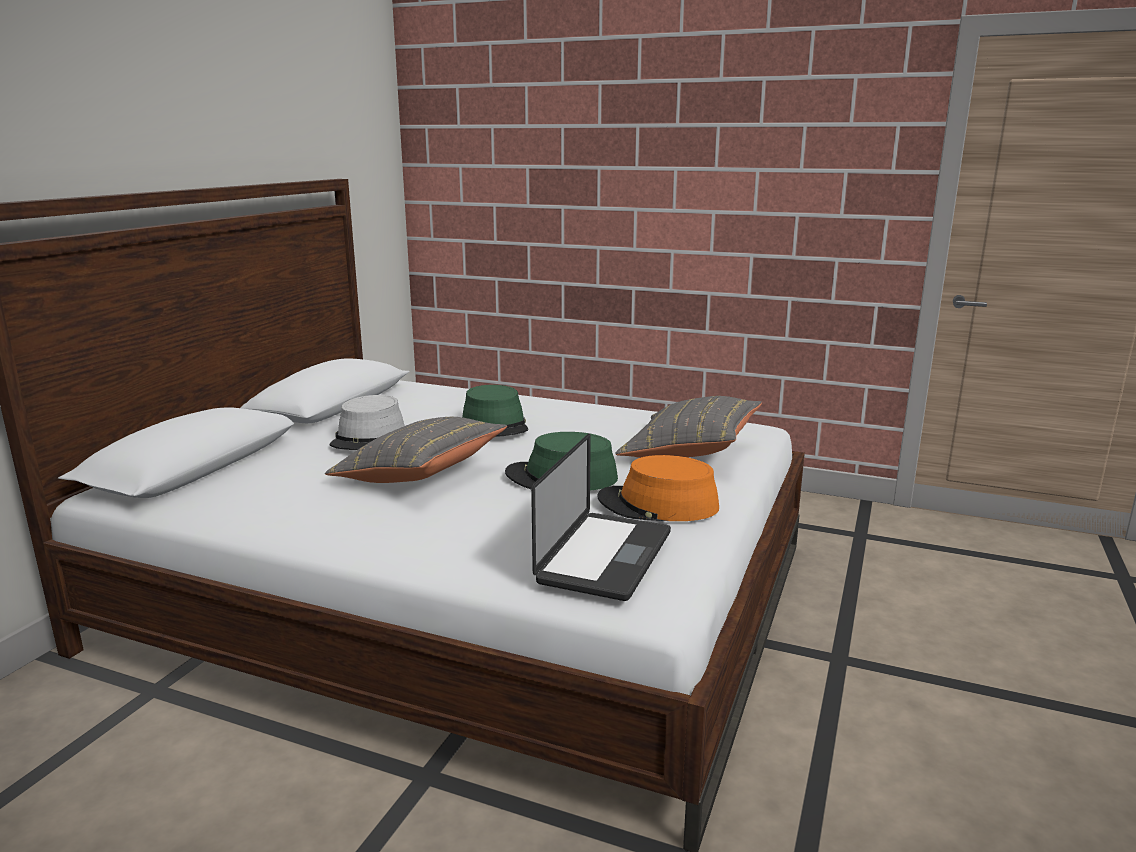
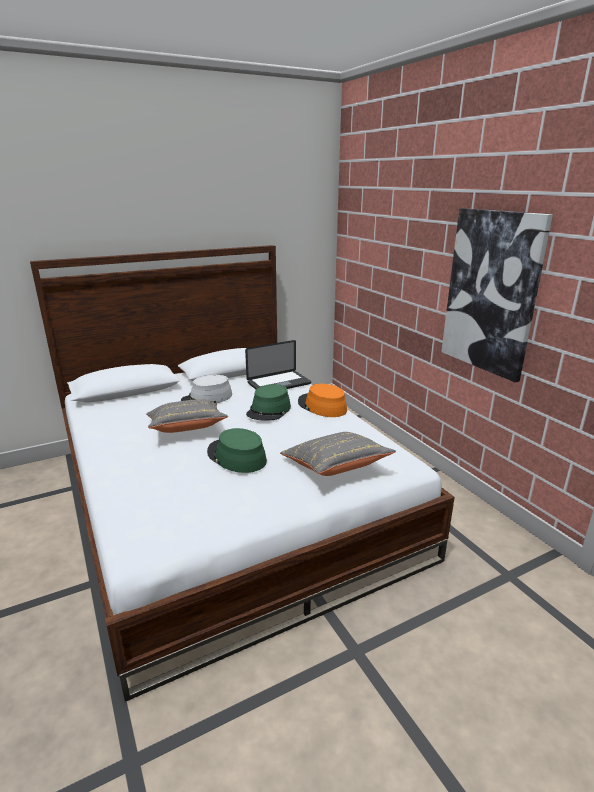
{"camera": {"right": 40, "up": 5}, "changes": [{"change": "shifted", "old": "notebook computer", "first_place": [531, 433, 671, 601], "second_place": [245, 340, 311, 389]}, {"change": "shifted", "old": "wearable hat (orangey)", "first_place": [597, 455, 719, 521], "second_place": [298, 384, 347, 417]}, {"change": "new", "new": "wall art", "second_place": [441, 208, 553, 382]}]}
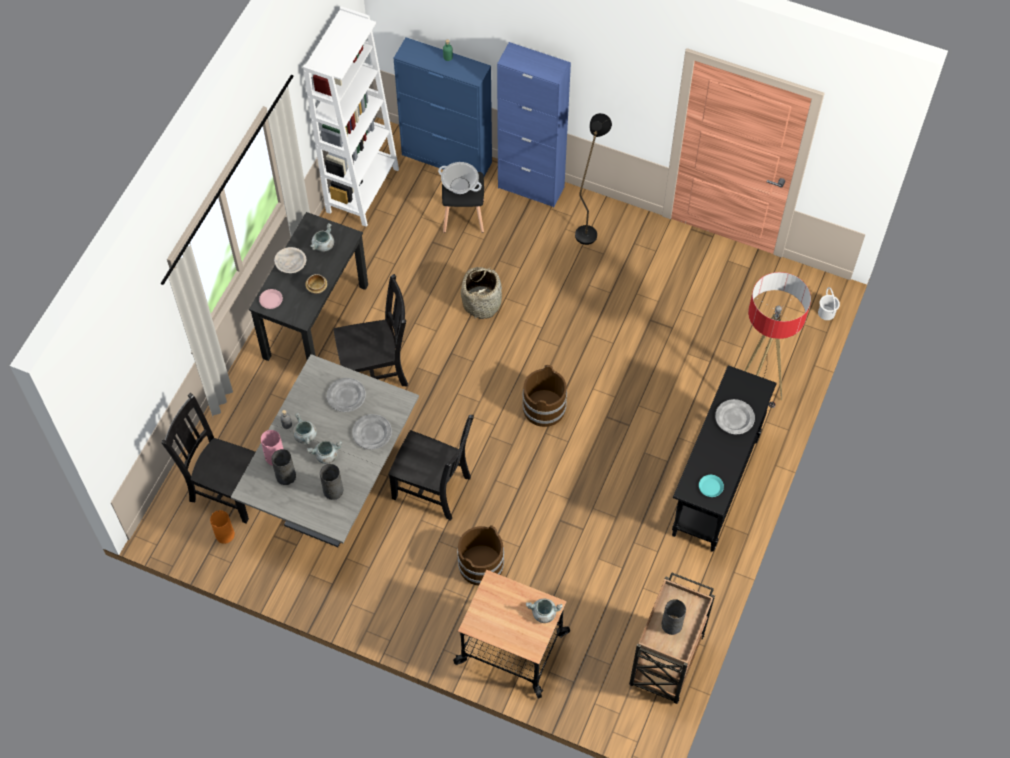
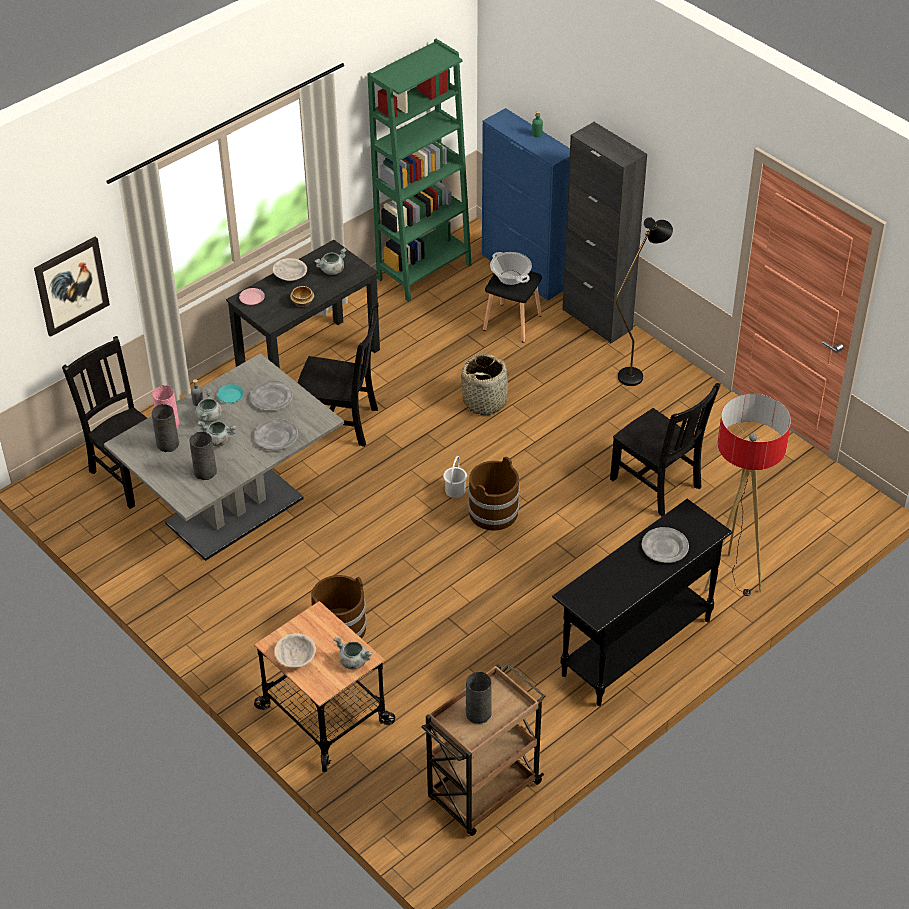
{"camera": {"right": 25, "up": -15}, "changes": [{"change": "new", "new": "wall art", "second_place": [34, 236, 110, 337]}, {"change": "shifted", "old": "plate (blue-green)", "first_place": [699, 475, 724, 497], "second_place": [217, 384, 244, 403]}, {"change": "new", "new": "bowl (beige)", "second_place": [274, 633, 316, 668]}, {"change": "repainted", "old": "shelving unit (white-coloured)", "new": "shelving unit (green-coloured)", "first_place": [303, 6, 399, 227], "second_place": [368, 39, 471, 302]}, {"change": "shifted", "old": "pail (white-coloured)", "first_place": [818, 287, 840, 320], "second_place": [443, 456, 467, 498]}, {"change": "repainted", "old": "storage cabinet (blue-coloured)", "new": "storage cabinet (black-coloured)", "first_place": [497, 42, 571, 207], "second_place": [562, 122, 647, 343]}, {"change": "shifted", "old": "chair (black-coloured)", "first_place": [388, 415, 474, 520], "second_place": [610, 383, 721, 517]}, {"change": "gone", "old": "decorative vase (orangey)", "first_place": [210, 510, 235, 544]}]}
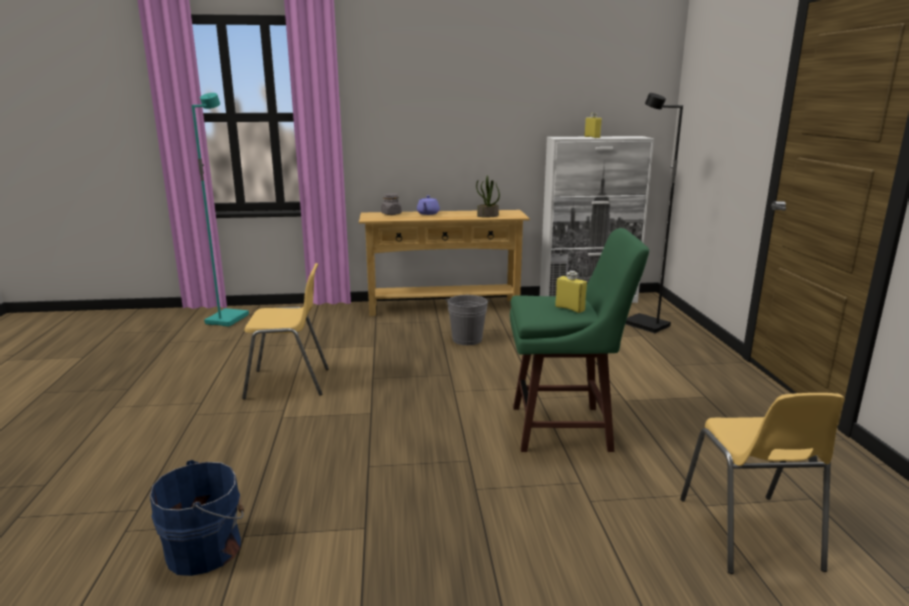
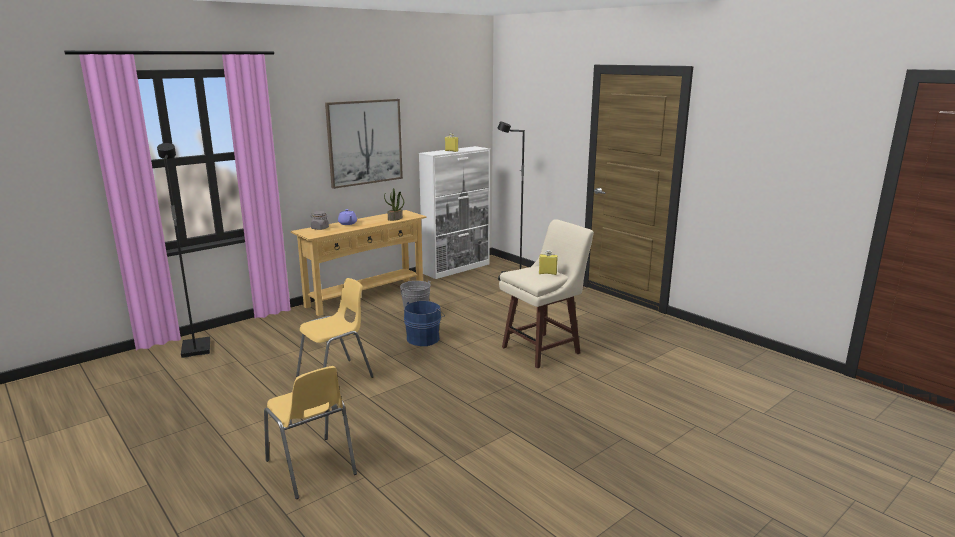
{"camera": {"right": -35, "up": 0}, "changes": [{"change": "repainted", "old": "standard lamp (blue-green)", "new": "standard lamp (black-coloured)", "first_place": [192, 93, 249, 327], "second_place": [157, 143, 210, 358]}, {"change": "shifted", "old": "chair (yellow-coloured)", "first_place": [680, 393, 845, 574], "second_place": [264, 366, 357, 499]}, {"change": "new", "new": "wall art", "second_place": [325, 99, 403, 189]}, {"change": "shifted", "old": "pail (blue-coloured)", "first_place": [150, 460, 244, 576], "second_place": [404, 301, 445, 346]}, {"change": "repainted", "old": "stool (green-coloured)", "new": "stool (beige)", "first_place": [510, 228, 649, 452], "second_place": [499, 219, 594, 368]}]}
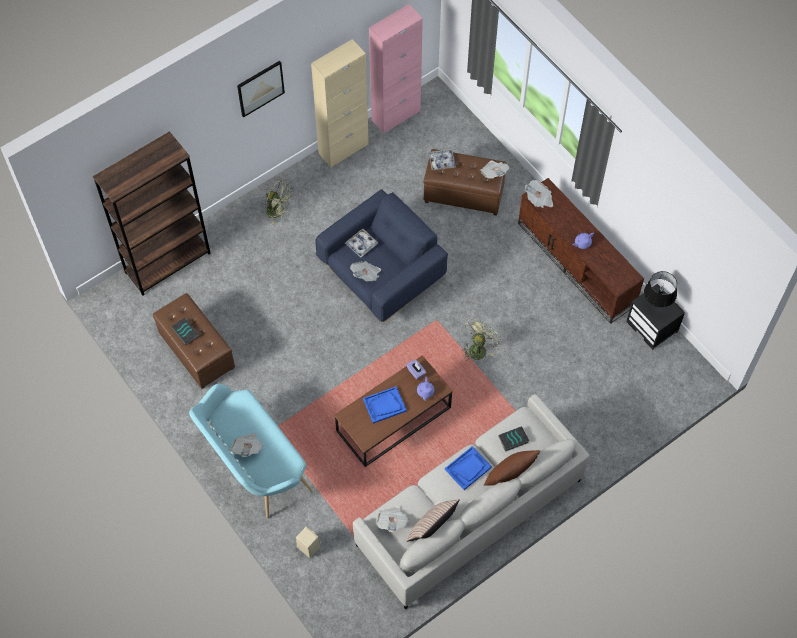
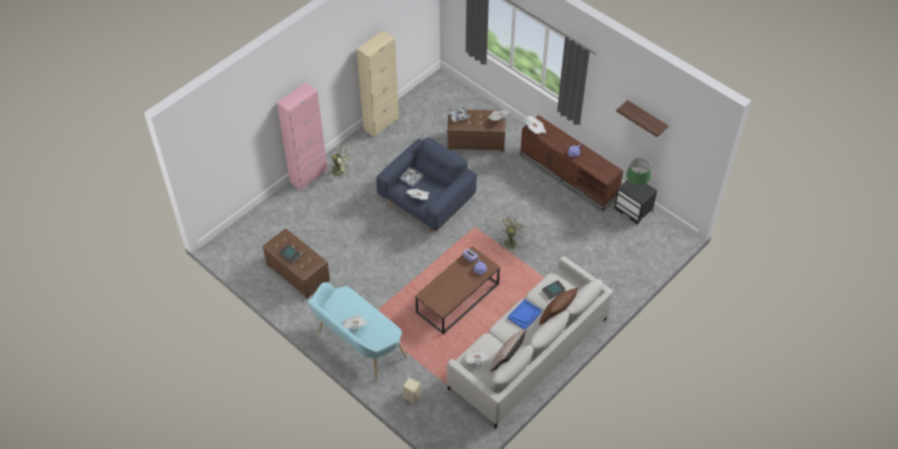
{"camera": {"right": -10, "up": -10}, "changes": [{"change": "shifted", "old": "storage cabinet (pinkish)", "first_place": [369, 4, 423, 133], "second_place": [277, 82, 327, 190]}, {"change": "new", "new": "shelf", "second_place": [616, 100, 668, 137]}, {"change": "repainted", "old": "tabletop lamp (black-coloured)", "new": "tabletop lamp (green-coloured)", "first_place": [644, 271, 677, 307], "second_place": [626, 158, 651, 186]}, {"change": "gone", "old": "shelving unit (brownish)", "first_place": [93, 131, 211, 296]}, {"change": "gone", "old": "wall art", "first_place": [237, 61, 285, 118]}, {"change": "gone", "old": "tray (blue-coloured)", "first_place": [363, 386, 407, 424]}]}
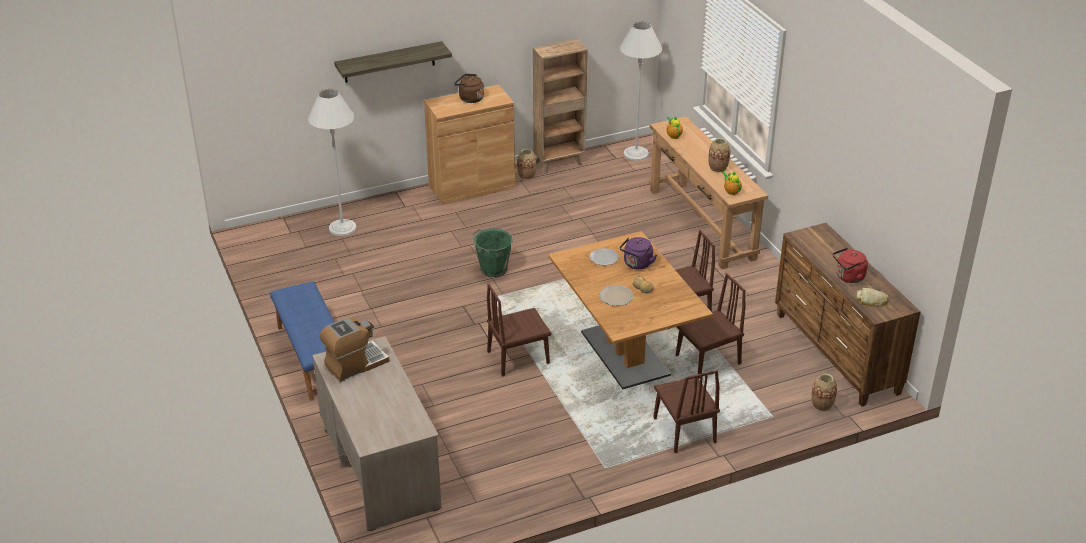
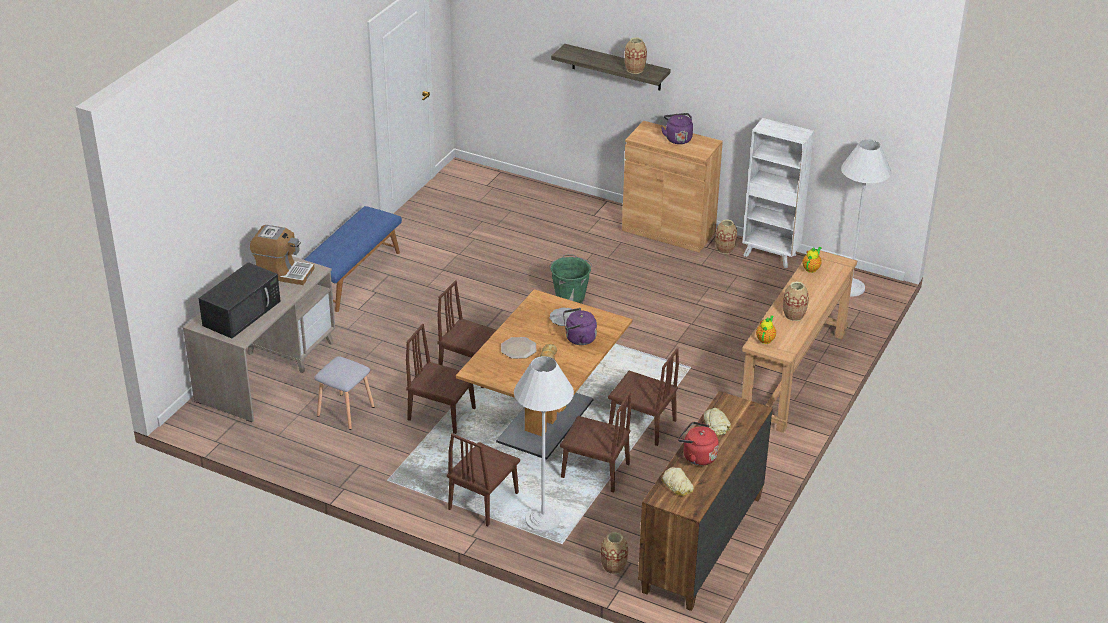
{"camera": {"right": 50, "up": 0}, "changes": [{"change": "new", "new": "microwave oven (black-coloured)", "second_place": [199, 262, 281, 338]}, {"change": "new", "new": "stool (greyish)", "second_place": [314, 356, 375, 430]}, {"change": "new", "new": "chair (brownish)", "second_place": [406, 324, 476, 434]}, {"change": "shifted", "old": "standard lamp (white-coloured)", "first_place": [308, 89, 357, 236], "second_place": [514, 356, 574, 532]}, {"change": "new", "new": "decorative vase", "second_place": [625, 37, 647, 74]}, {"change": "repainted", "old": "kettle (brownish)", "new": "kettle (purplish)", "first_place": [454, 74, 484, 103], "second_place": [661, 113, 693, 144]}, {"change": "new", "new": "bakery bread", "second_place": [704, 408, 731, 435]}, {"change": "repainted", "old": "shelving unit (brownish)", "new": "shelving unit (white-coloured)", "first_place": [533, 39, 588, 174], "second_place": [742, 118, 814, 268]}]}
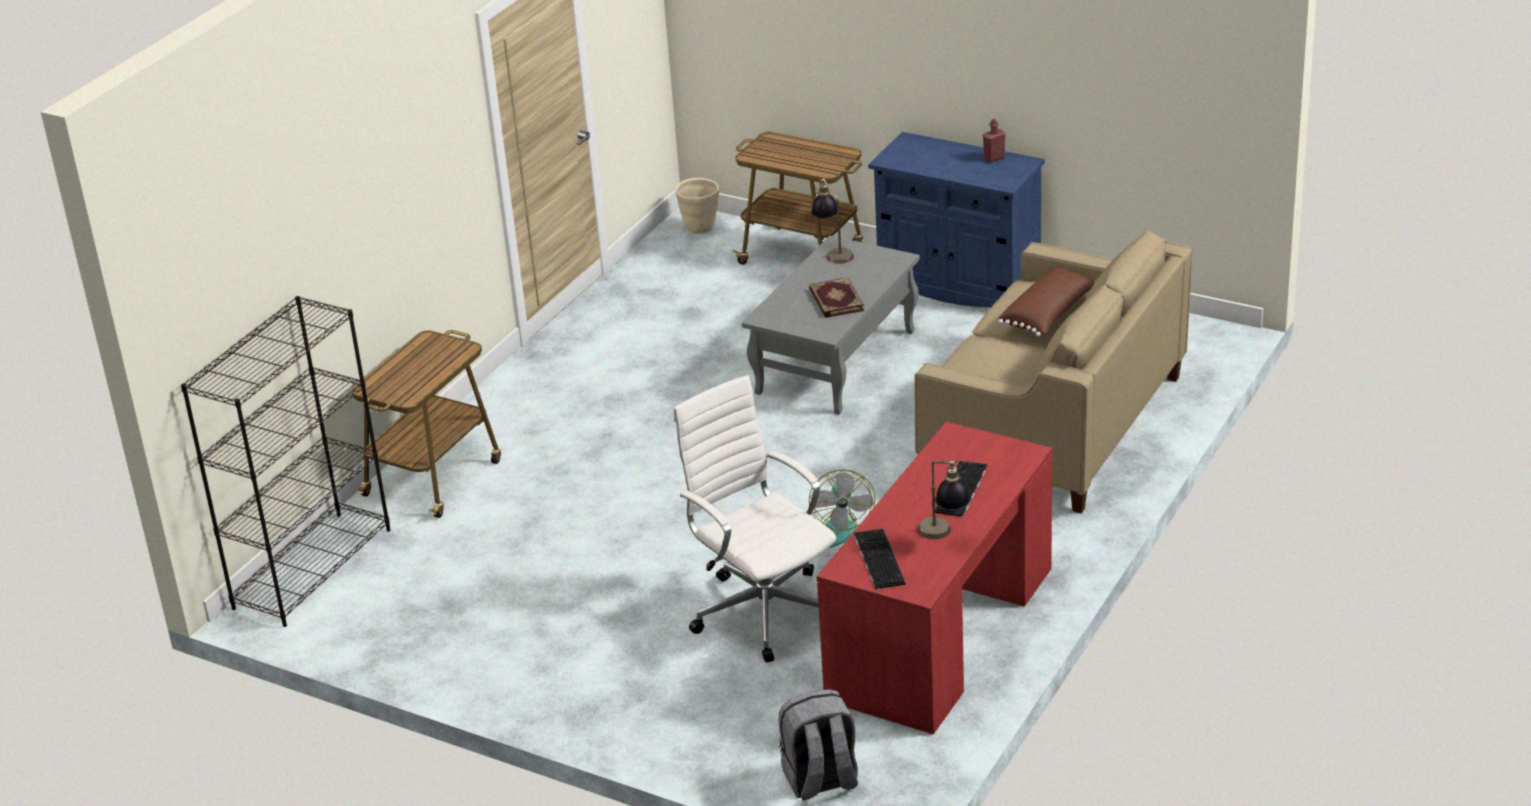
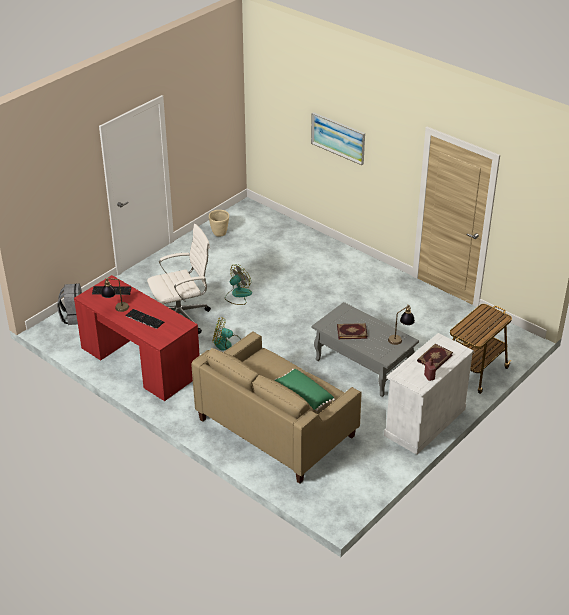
{"camera": {"right": 100, "up": 5}, "changes": [{"change": "shifted", "old": "plant pot (beige)", "first_place": [675, 178, 719, 234], "second_place": [209, 210, 229, 237]}, {"change": "new", "new": "fan", "second_place": [225, 264, 252, 305]}, {"change": "repainted", "old": "pillow (brownish)", "new": "pillow (green-coloured)", "first_place": [998, 267, 1095, 337], "second_place": [274, 369, 335, 411]}, {"change": "new", "new": "wall art", "second_place": [311, 112, 365, 165]}, {"change": "repainted", "old": "storage cabinet (blue-coloured)", "new": "storage cabinet (white-coloured)", "first_place": [868, 132, 1045, 308], "second_place": [384, 333, 474, 455]}, {"change": "new", "new": "book", "second_place": [417, 344, 453, 370]}, {"change": "gone", "old": "shelving unit (black-coloured)", "first_place": [181, 296, 390, 627]}, {"change": "gone", "old": "trolley", "first_place": [351, 330, 501, 518]}]}
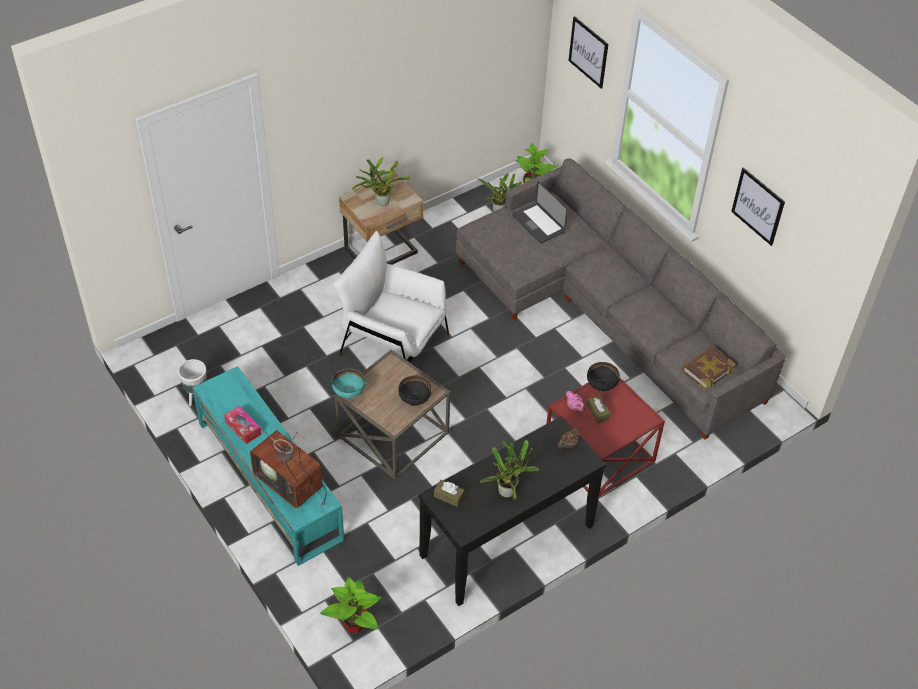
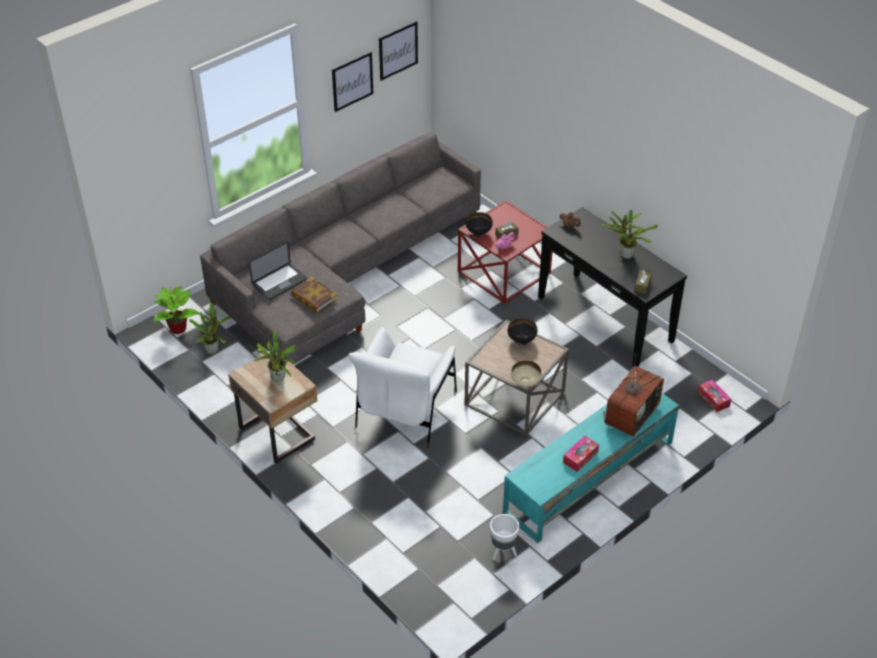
{"camera": {"right": -95, "up": -5}, "changes": [{"change": "shifted", "old": "book", "first_place": [682, 346, 736, 390], "second_place": [291, 277, 338, 313]}, {"change": "shifted", "old": "wall art", "first_place": [569, 16, 608, 89], "second_place": [379, 21, 418, 81]}, {"change": "repainted", "old": "bowl (blue-green)", "new": "bowl (beige)", "first_place": [332, 369, 365, 399], "second_place": [511, 360, 542, 389]}, {"change": "swapped", "old": "houseplant", "new": "box of tissues", "first_place": [320, 577, 382, 634], "second_place": [698, 380, 731, 412]}]}
